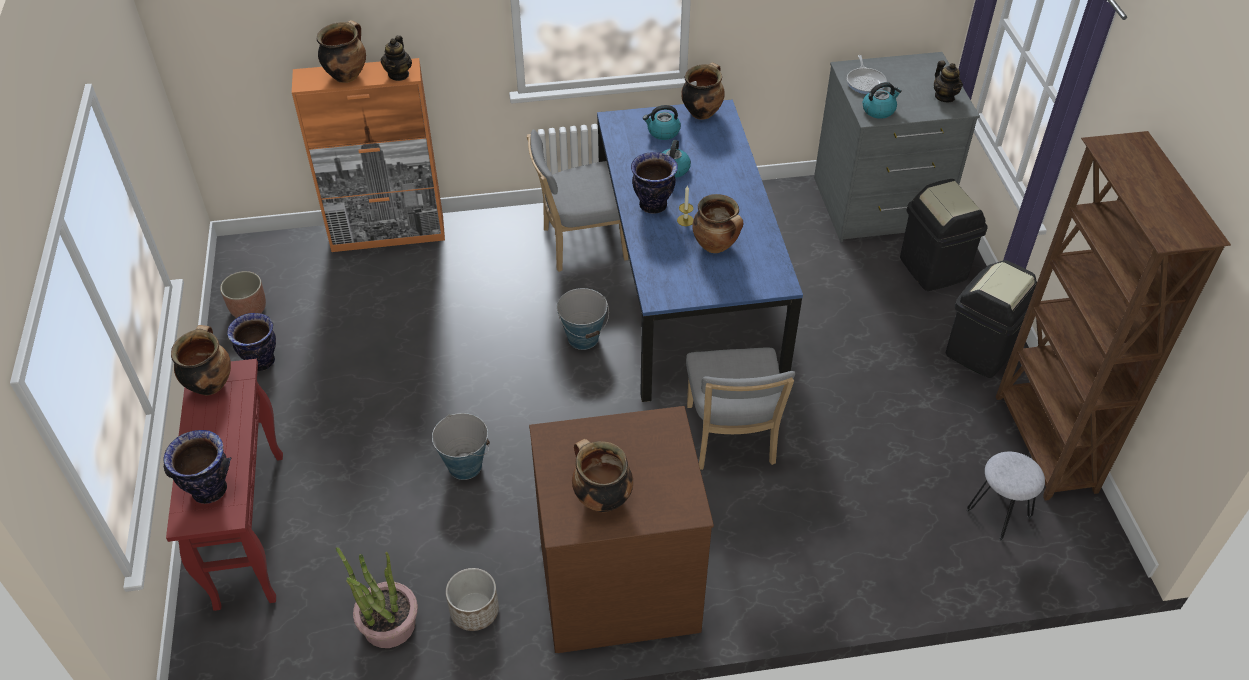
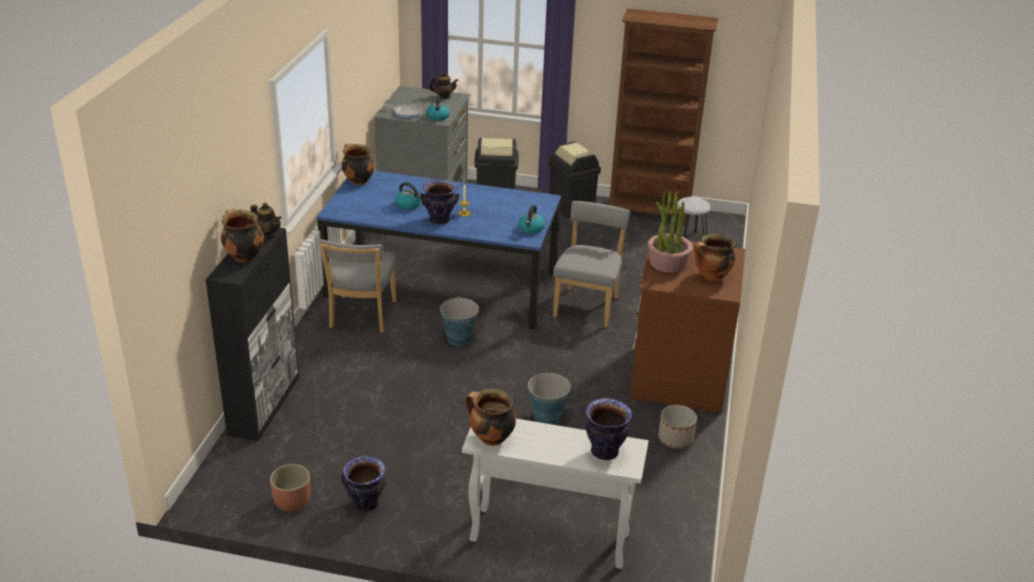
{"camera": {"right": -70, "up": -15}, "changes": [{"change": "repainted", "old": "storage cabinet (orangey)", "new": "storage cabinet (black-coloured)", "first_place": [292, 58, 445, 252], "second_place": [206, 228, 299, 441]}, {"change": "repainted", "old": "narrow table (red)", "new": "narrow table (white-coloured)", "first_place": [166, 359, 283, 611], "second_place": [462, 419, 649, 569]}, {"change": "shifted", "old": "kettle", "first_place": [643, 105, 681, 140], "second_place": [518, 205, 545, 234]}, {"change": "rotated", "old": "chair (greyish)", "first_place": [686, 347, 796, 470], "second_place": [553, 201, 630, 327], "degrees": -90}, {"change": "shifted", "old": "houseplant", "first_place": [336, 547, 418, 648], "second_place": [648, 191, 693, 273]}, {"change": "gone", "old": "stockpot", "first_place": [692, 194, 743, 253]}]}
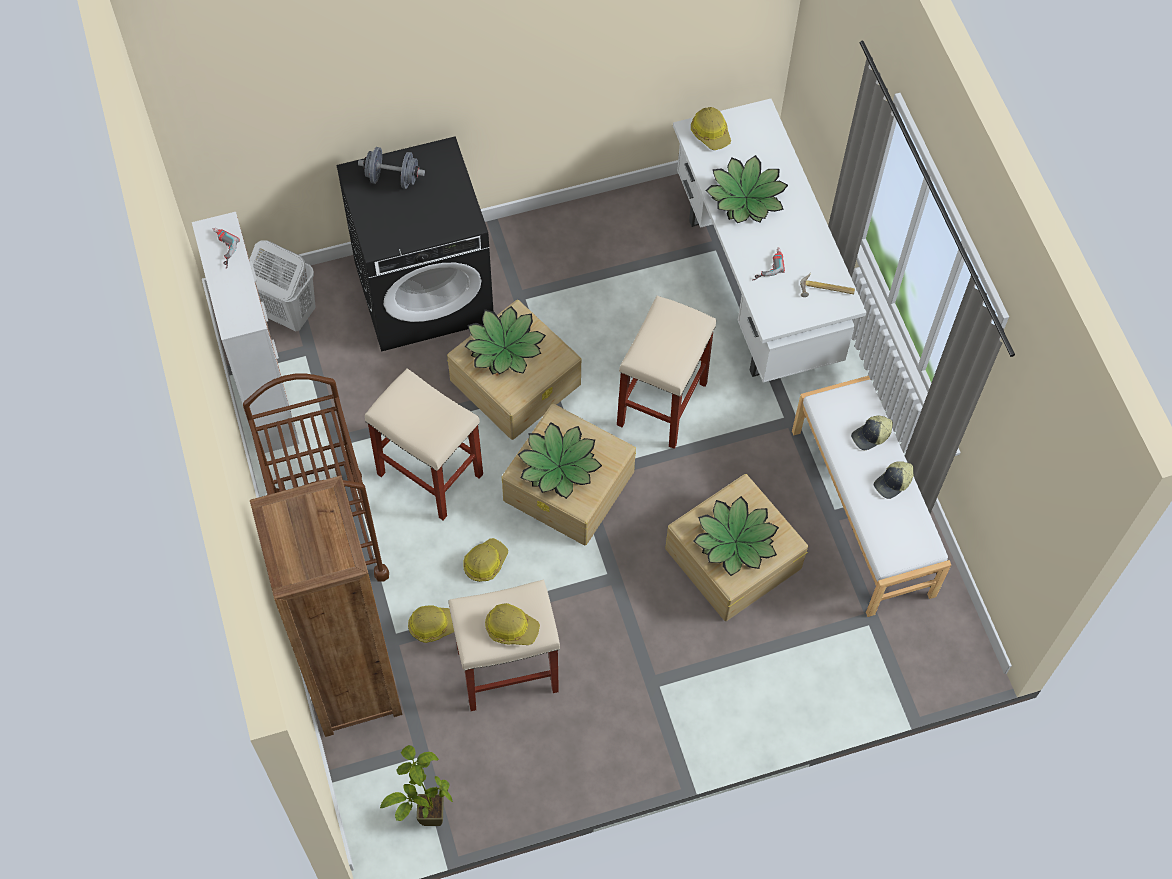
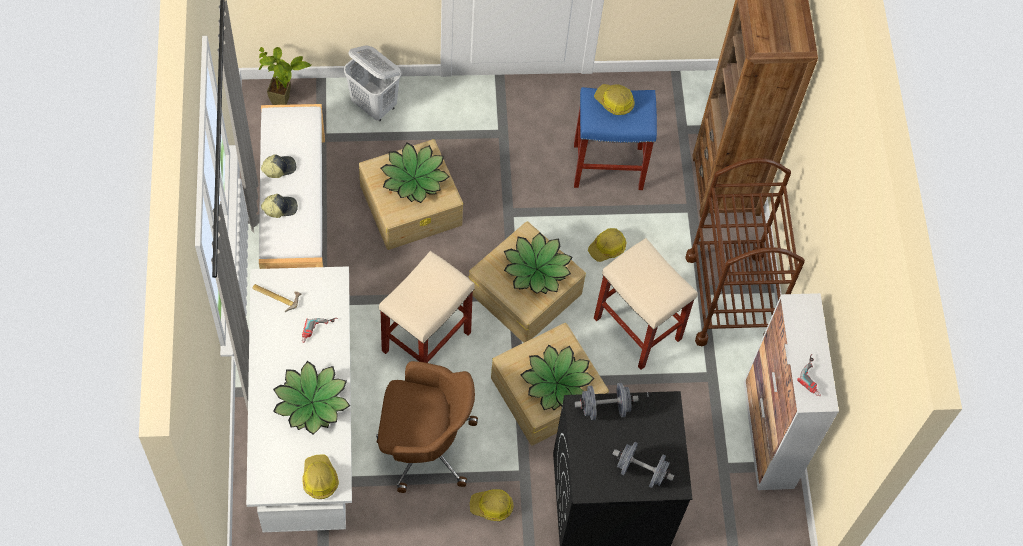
{"camera": {"right": -170, "up": 0}, "changes": [{"change": "shifted", "old": "houseplant", "first_place": [380, 745, 453, 826], "second_place": [259, 47, 311, 105]}, {"change": "shifted", "old": "hamper (white-coloured)", "first_place": [249, 240, 316, 331], "second_place": [344, 45, 401, 121]}, {"change": "new", "new": "office chair (brownish)", "second_place": [376, 361, 478, 493]}, {"change": "shifted", "old": "hard hat", "first_place": [408, 605, 454, 643], "second_place": [470, 489, 513, 521]}, {"change": "repainted", "old": "stool (beige)", "new": "stool (blue-coloured)", "first_place": [449, 580, 560, 711], "second_place": [574, 87, 657, 190]}, {"change": "new", "new": "hand weight (greyish)", "second_place": [575, 383, 639, 420]}]}
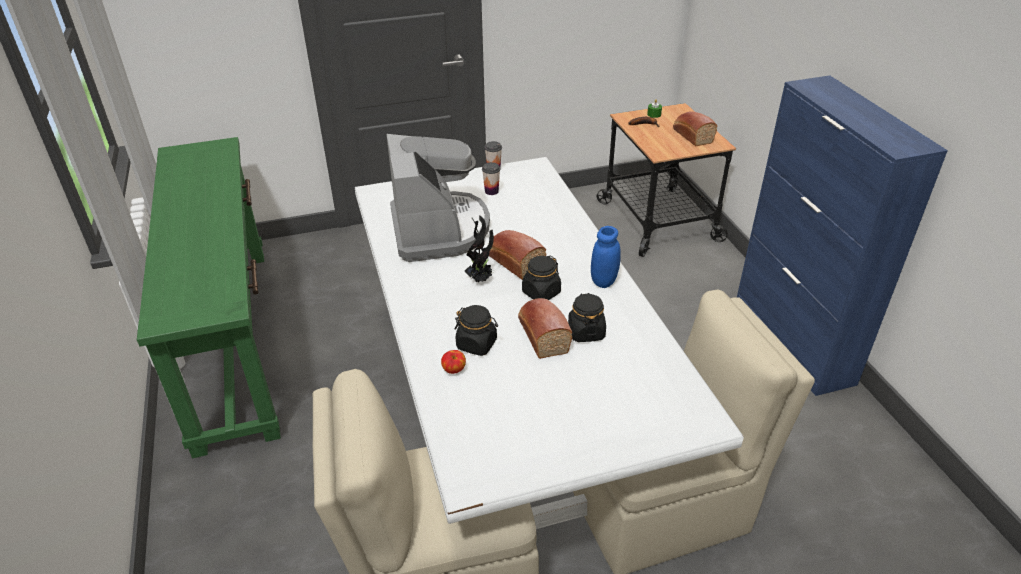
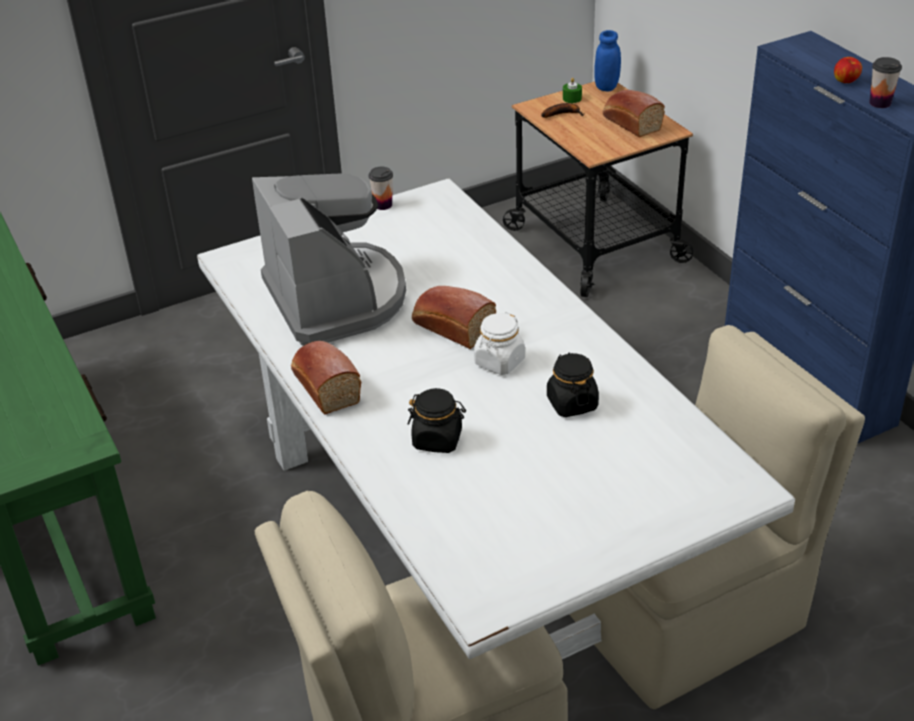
{"camera": {"right": -10, "up": 0}, "changes": [{"change": "shifted", "old": "bakery bread", "first_place": [518, 298, 572, 359], "second_place": [291, 341, 361, 414]}, {"change": "repainted", "old": "preserve jar (black-coloured)", "new": "preserve jar (white-coloured)", "first_place": [522, 256, 561, 300], "second_place": [474, 312, 525, 375]}, {"change": "shifted", "old": "preserve jar (blue-coloured)", "first_place": [591, 226, 621, 288], "second_place": [594, 30, 621, 92]}, {"change": "shifted", "old": "apple fruit", "first_place": [441, 350, 466, 374], "second_place": [834, 57, 862, 83]}, {"change": "shifted", "old": "cup", "first_place": [482, 162, 500, 195], "second_place": [869, 57, 902, 108]}, {"change": "gone", "old": "houseplant", "first_place": [465, 215, 494, 282]}]}
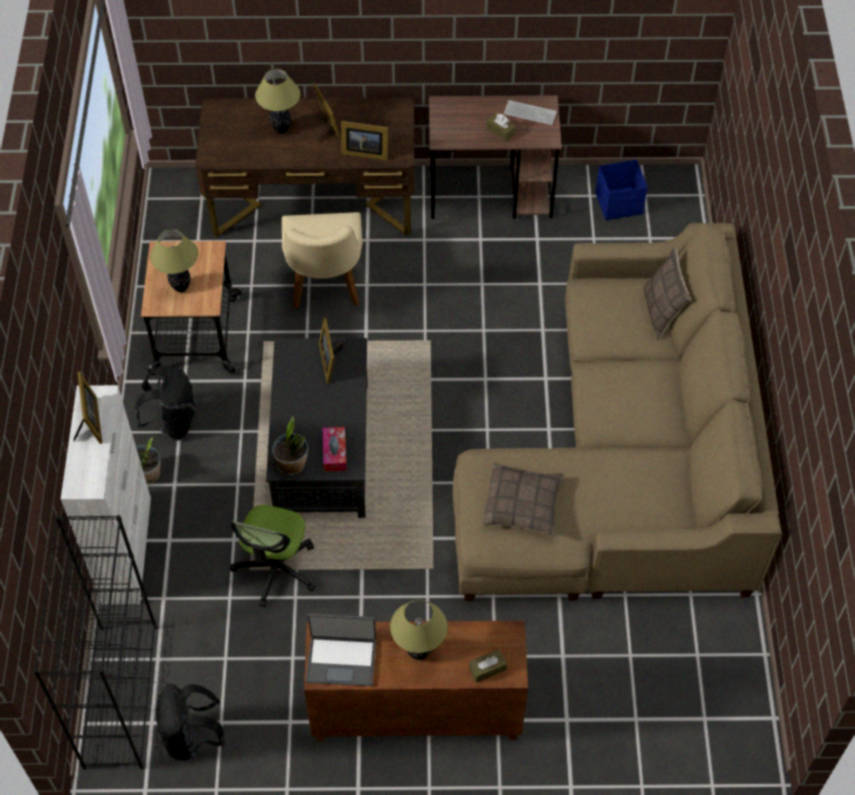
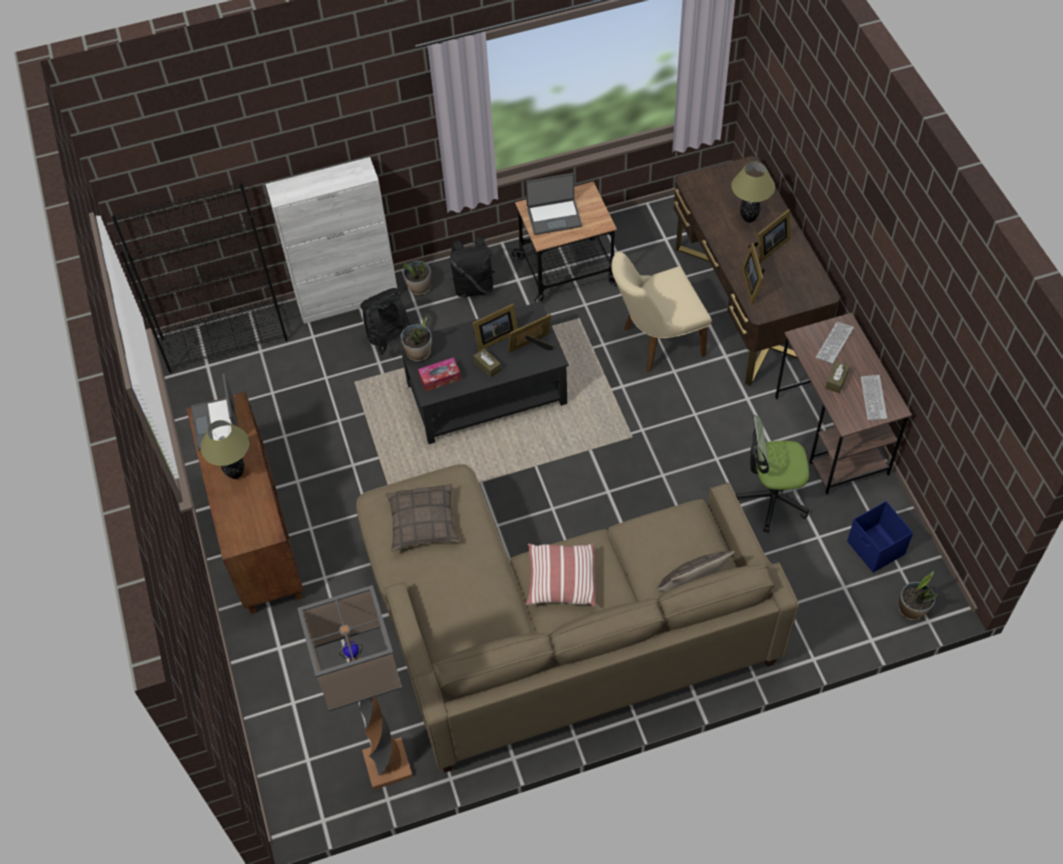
{"camera": {"right": 75, "up": 0}, "changes": [{"change": "new", "new": "standard lamp", "second_place": [297, 585, 413, 790]}, {"change": "shifted", "old": "knapsack (black-coloured)", "first_place": [156, 683, 225, 761], "second_place": [360, 288, 410, 355]}, {"change": "shifted", "old": "standing frame", "first_place": [74, 372, 102, 444], "second_place": [473, 303, 518, 351]}, {"change": "shifted", "old": "box of tissues (brownish)", "first_place": [469, 649, 507, 683], "second_place": [473, 348, 501, 378]}, {"change": "swapped", "old": "tabletop lamp", "new": "notebook computer", "first_place": [150, 229, 198, 292], "second_place": [526, 173, 582, 235]}, {"change": "new", "new": "pillow", "second_place": [526, 543, 596, 607]}, {"change": "shifted", "old": "office chair", "first_place": [230, 505, 316, 607], "second_place": [736, 415, 809, 533]}, {"change": "new", "new": "computer keyboard", "second_place": [816, 322, 854, 364]}, {"change": "new", "new": "houseplant", "second_place": [898, 571, 937, 620]}]}
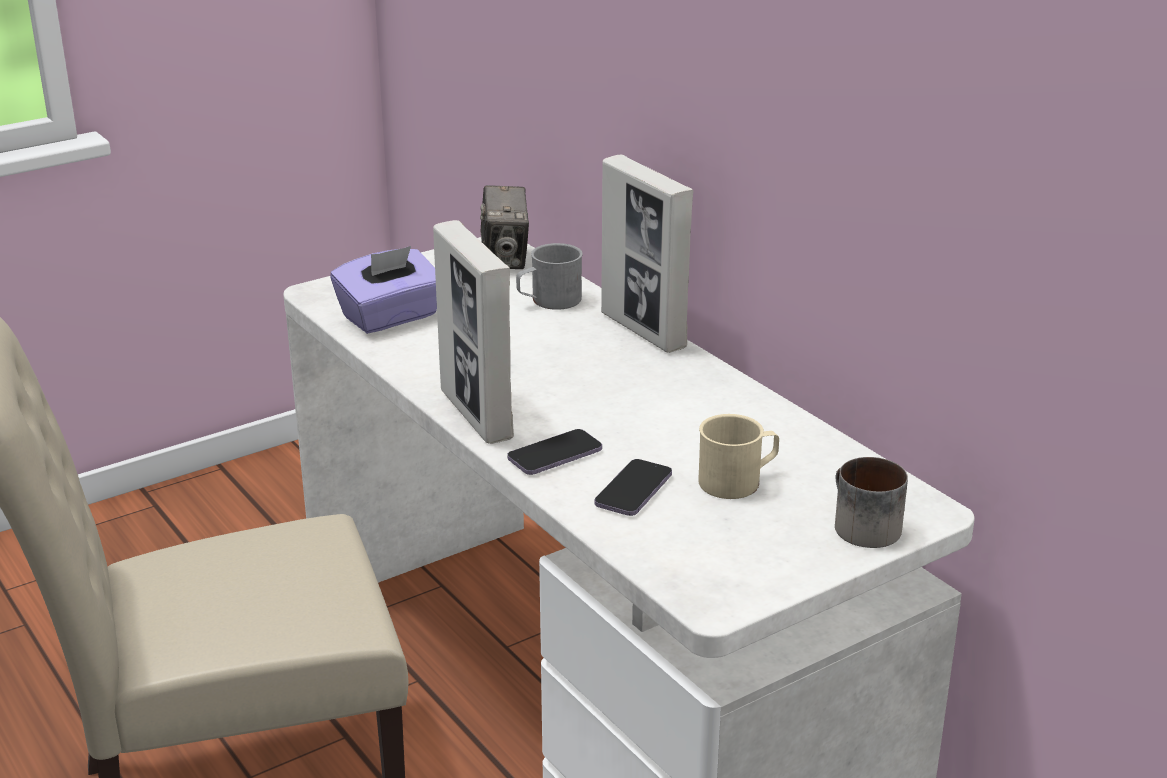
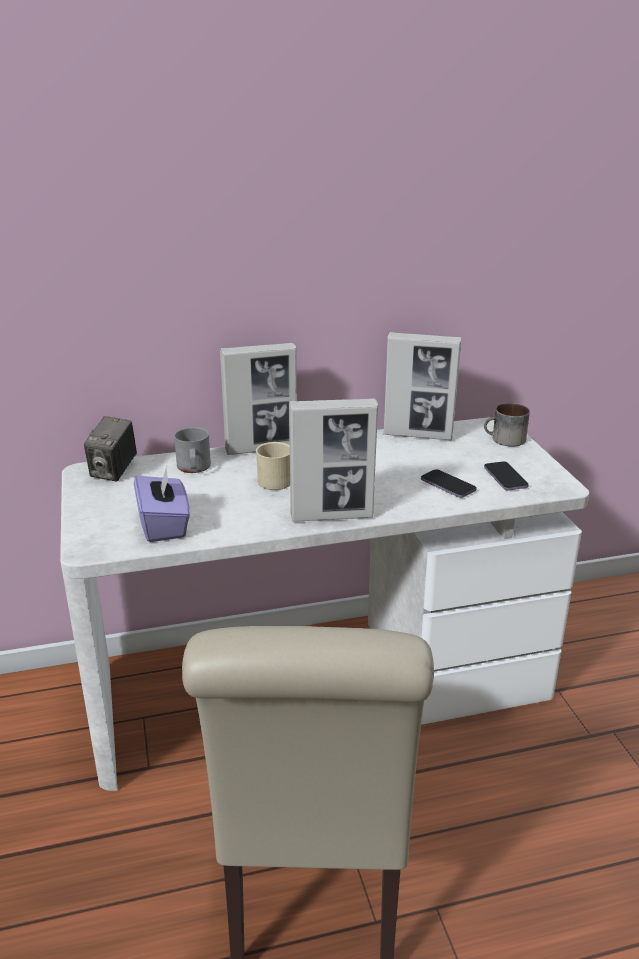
{"camera": {"right": -70, "up": 0}, "changes": [{"change": "rotated", "old": "photo camera", "first_place": [480, 185, 529, 269], "second_place": [84, 416, 137, 481], "degrees": 90}, {"change": "shifted", "old": "coffee mug (beige)", "first_place": [698, 414, 779, 499], "second_place": [256, 442, 290, 490]}, {"change": "new", "new": "standing frame", "second_place": [383, 332, 462, 440]}, {"change": "shifted", "old": "handset", "first_place": [507, 429, 602, 475], "second_place": [484, 462, 529, 491]}]}
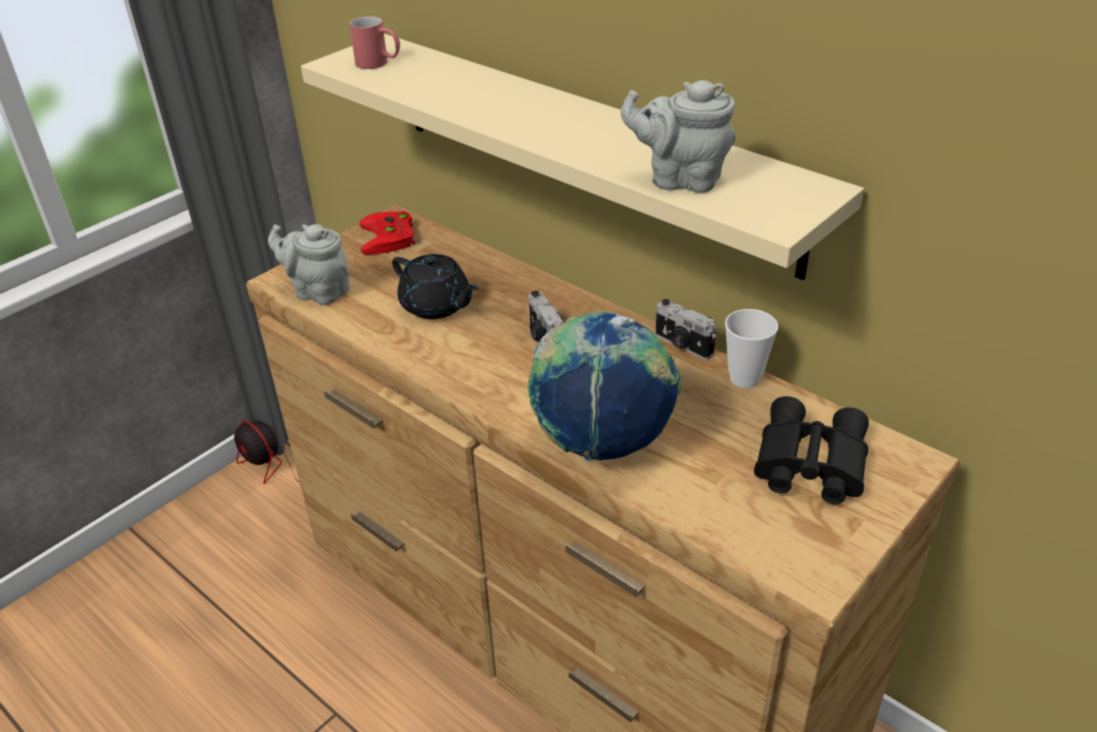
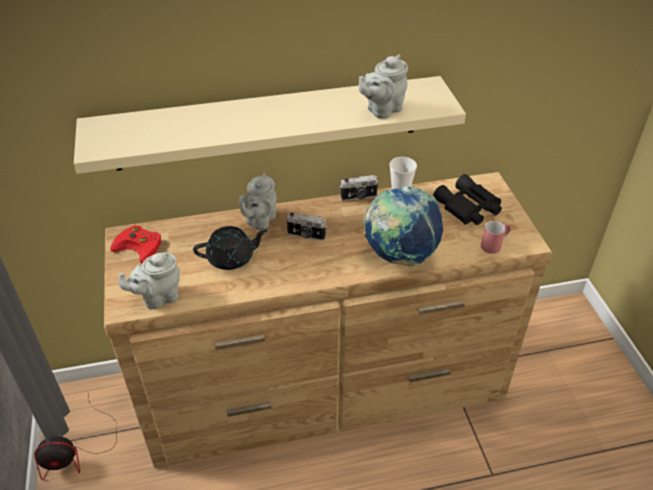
{"camera": {"right": -55, "up": 5}, "changes": [{"change": "new", "new": "tea pot (greyish)", "second_place": [239, 173, 277, 230]}, {"change": "shifted", "old": "coffee mug (red)", "first_place": [349, 16, 400, 69], "second_place": [481, 221, 511, 254]}]}
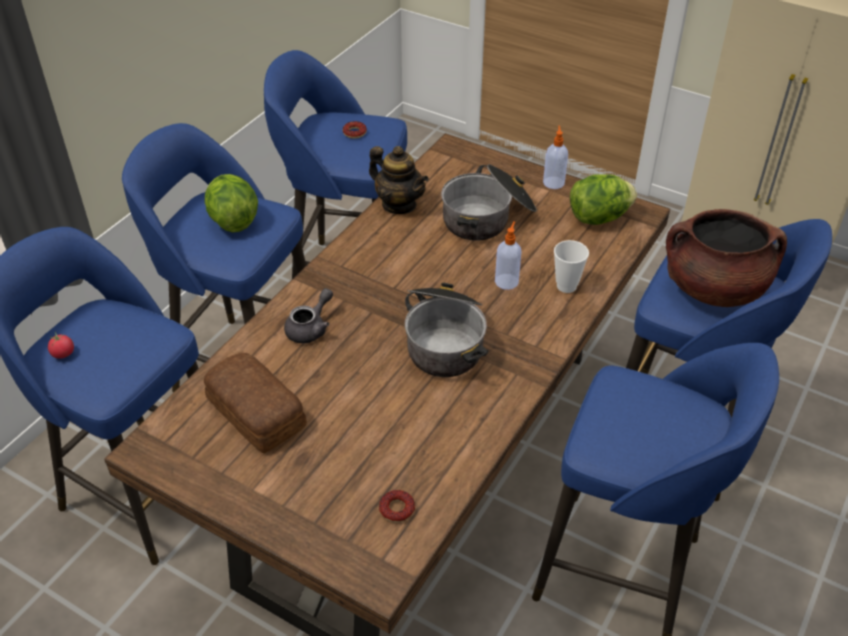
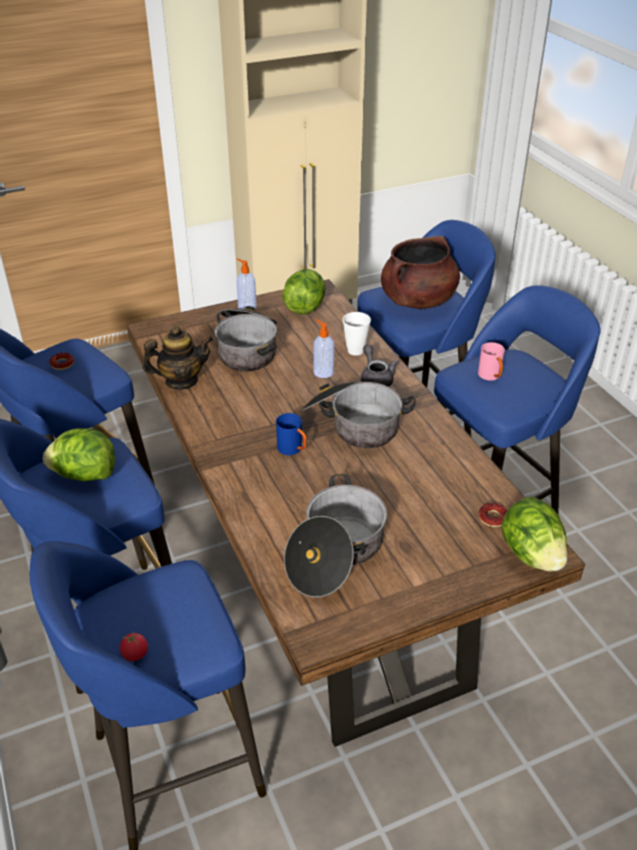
{"camera": {"right": -55, "up": -5}, "changes": [{"change": "new", "new": "coffee mug (blue-coloured)", "second_place": [276, 413, 307, 455]}, {"change": "swapped", "old": "bakery bread", "new": "stockpot", "first_place": [204, 353, 307, 454], "second_place": [284, 474, 387, 597]}, {"change": "shifted", "old": "tea pot (greyish)", "first_place": [284, 288, 333, 343], "second_place": [361, 345, 398, 387]}, {"change": "new", "new": "coffee mug (pinkish)", "second_place": [478, 342, 505, 381]}, {"change": "new", "new": "head of lettuce", "second_place": [502, 497, 567, 571]}]}
